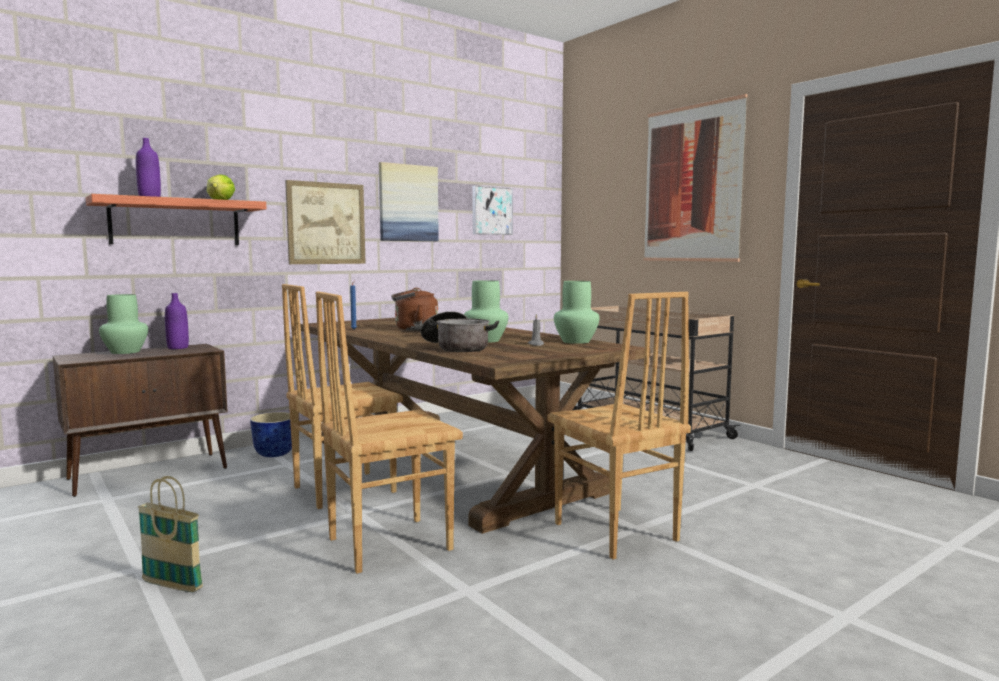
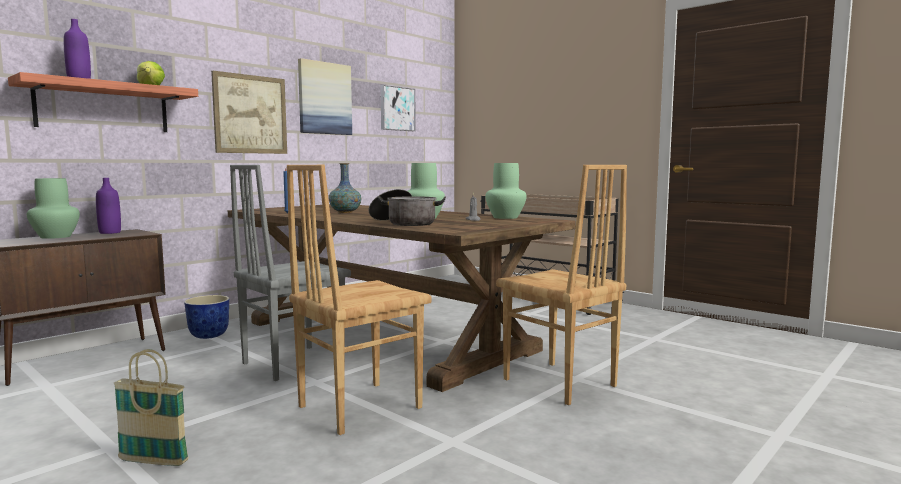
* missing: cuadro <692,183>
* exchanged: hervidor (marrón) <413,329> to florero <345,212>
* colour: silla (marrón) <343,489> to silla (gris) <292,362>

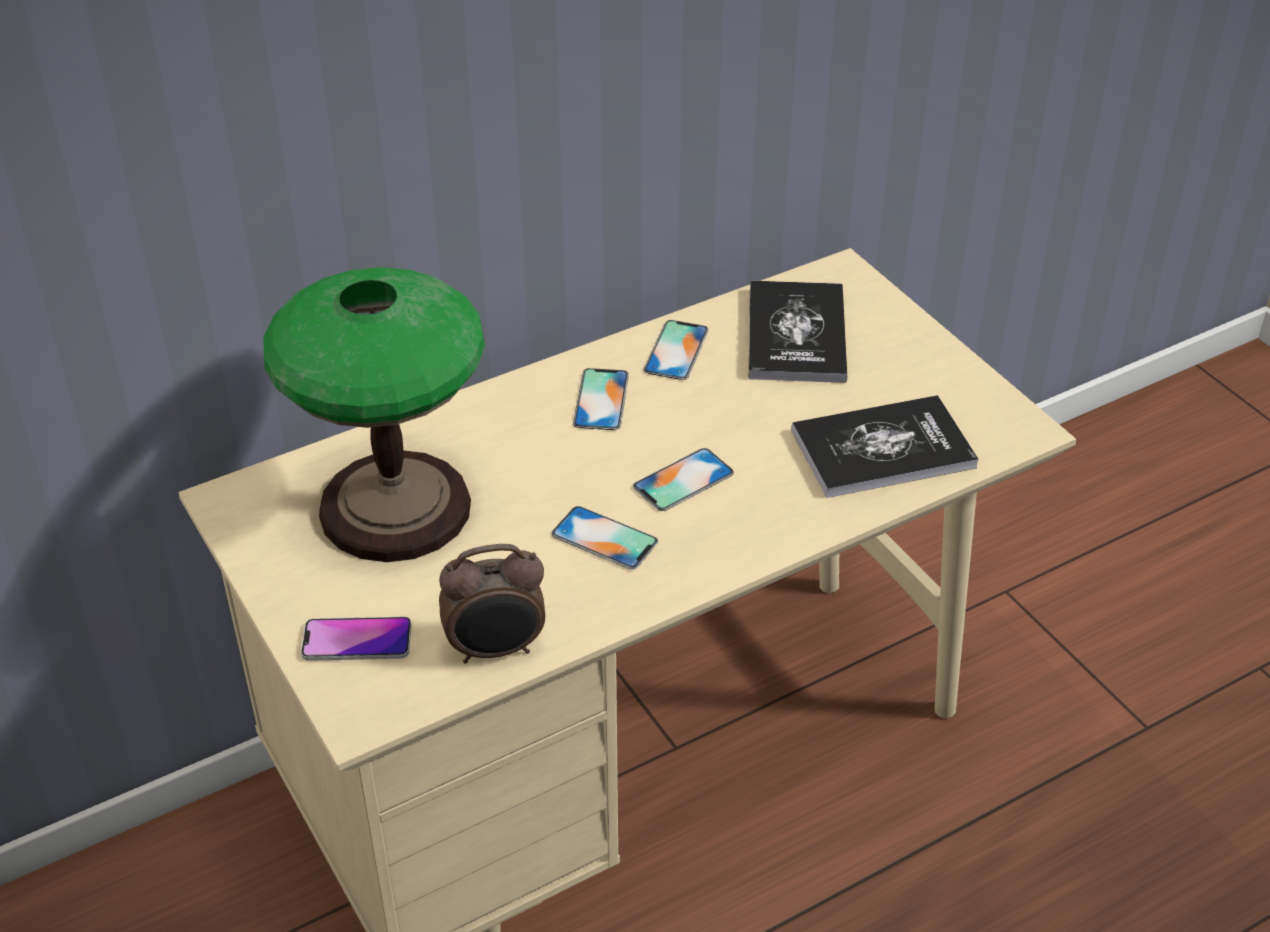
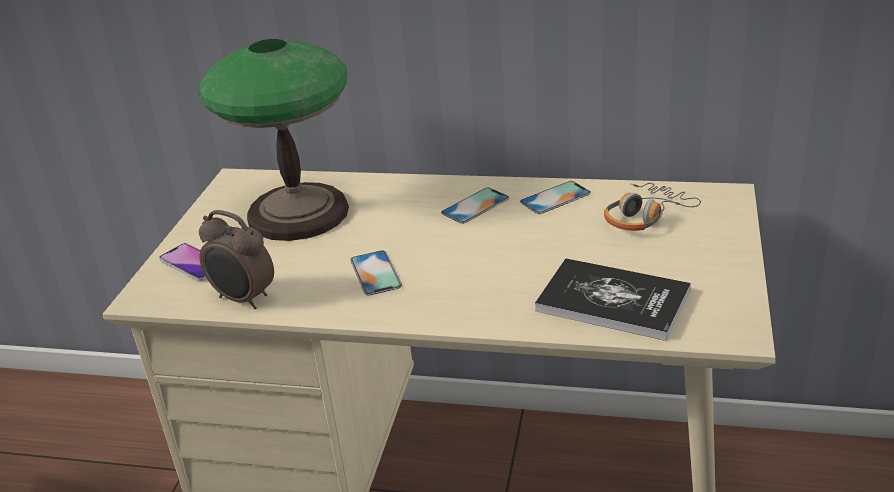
* missing: móvil <683,480>
* exchanged: libro <796,334> to auriculares <645,216>

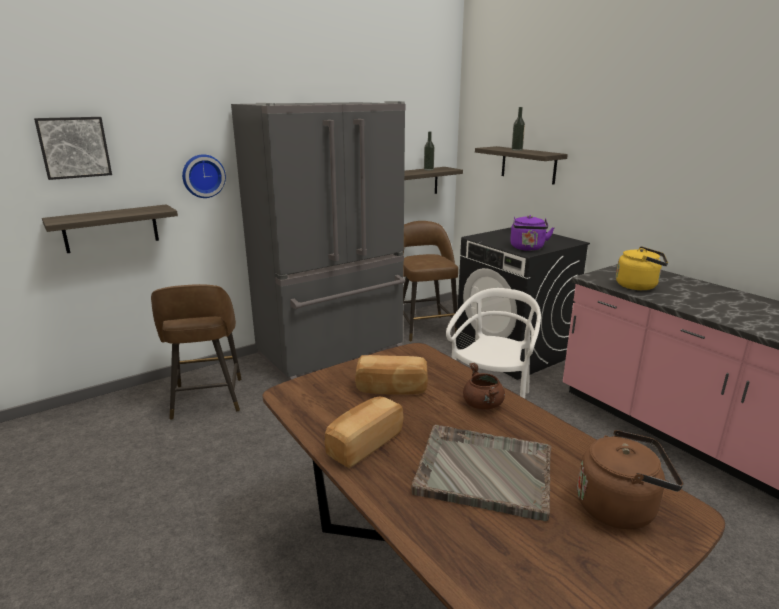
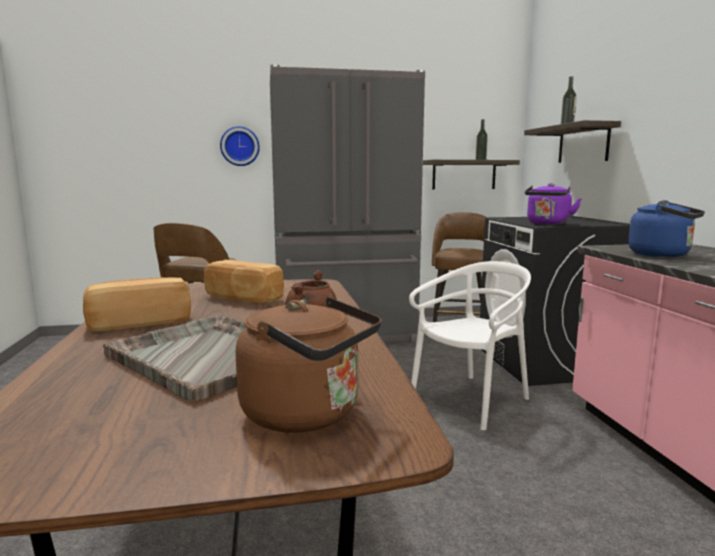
* missing: cuadro <74,147>
* missing: estante <111,228>
* colour: hervidor (amarillo) <639,286> to hervidor (azul) <663,255>

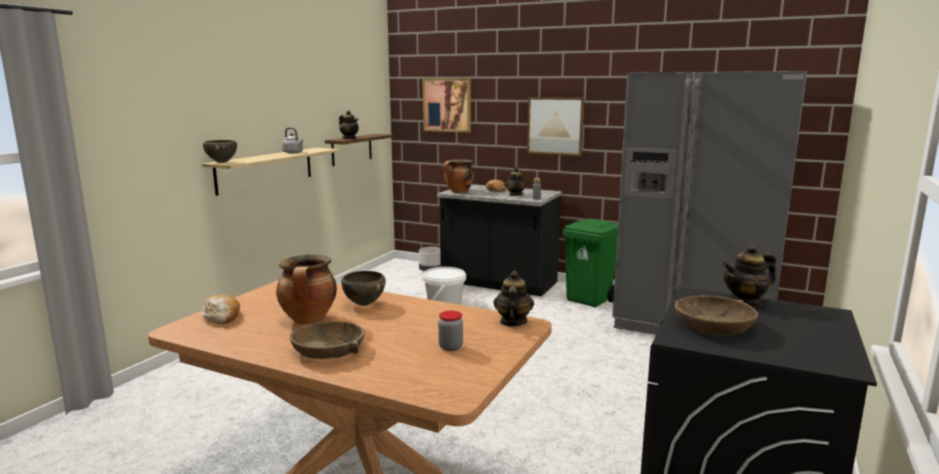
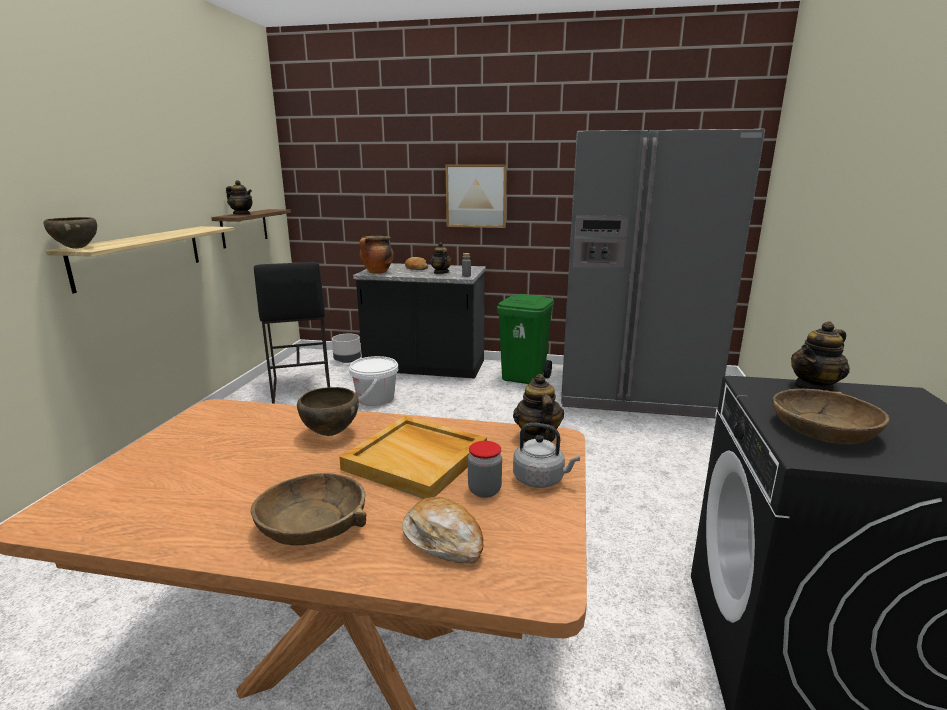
* missing: olla <309,320>
* missing: cuadro <447,105>
* appeared: taburete (negro) <300,388>
* appeared: bandeja (beis) <417,459>
* relocated: pan <222,316> to <444,540>
* relocated: hervidor (gris) <294,153> to <541,480>

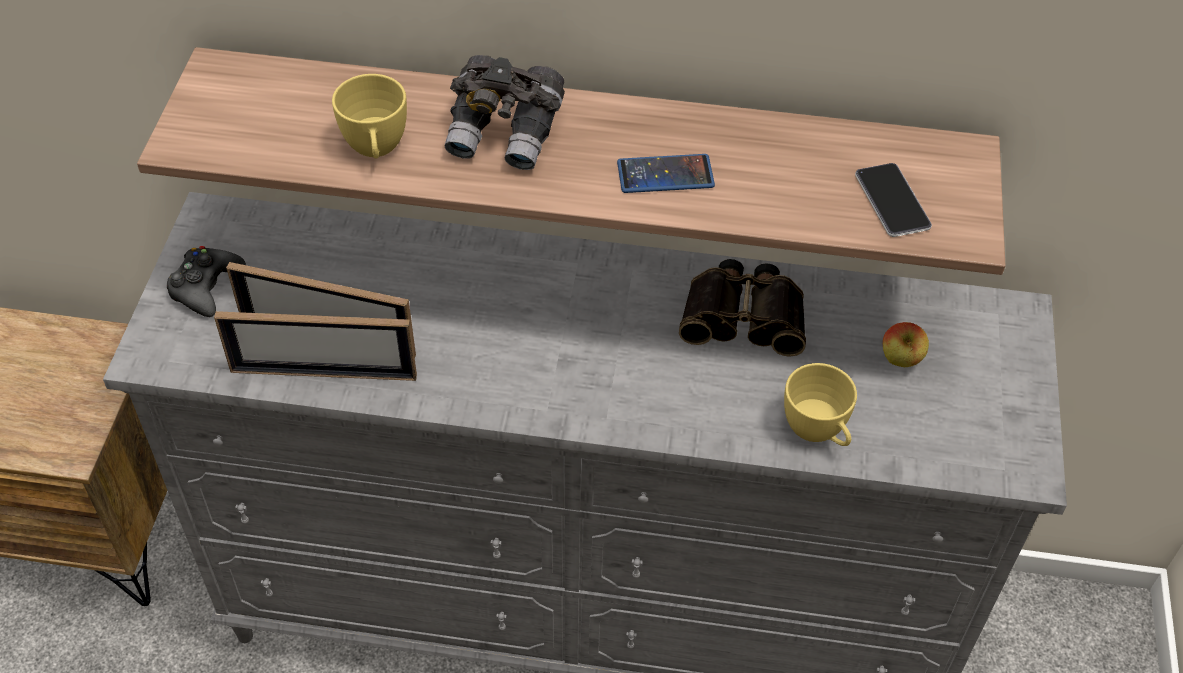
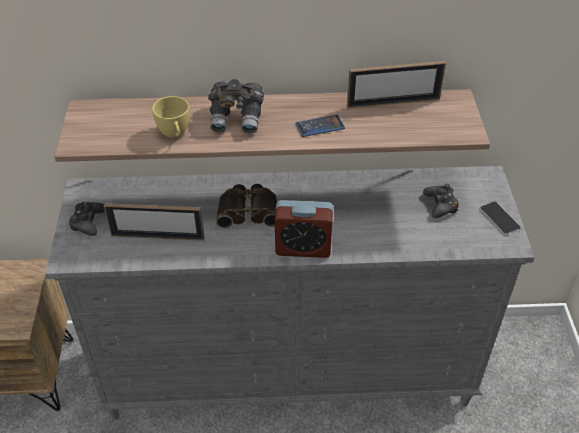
* missing: taza (amarillo) <818,432>
* appeared: despertador <303,247>
* relocated: portarretratos <323,373> to <393,102>
* relocated: prismáticos <744,315> to <248,211>
* relocated: móvil <892,201> to <499,219>
* exchanged: manzana <900,361> to mando de consola (negro) <440,205>

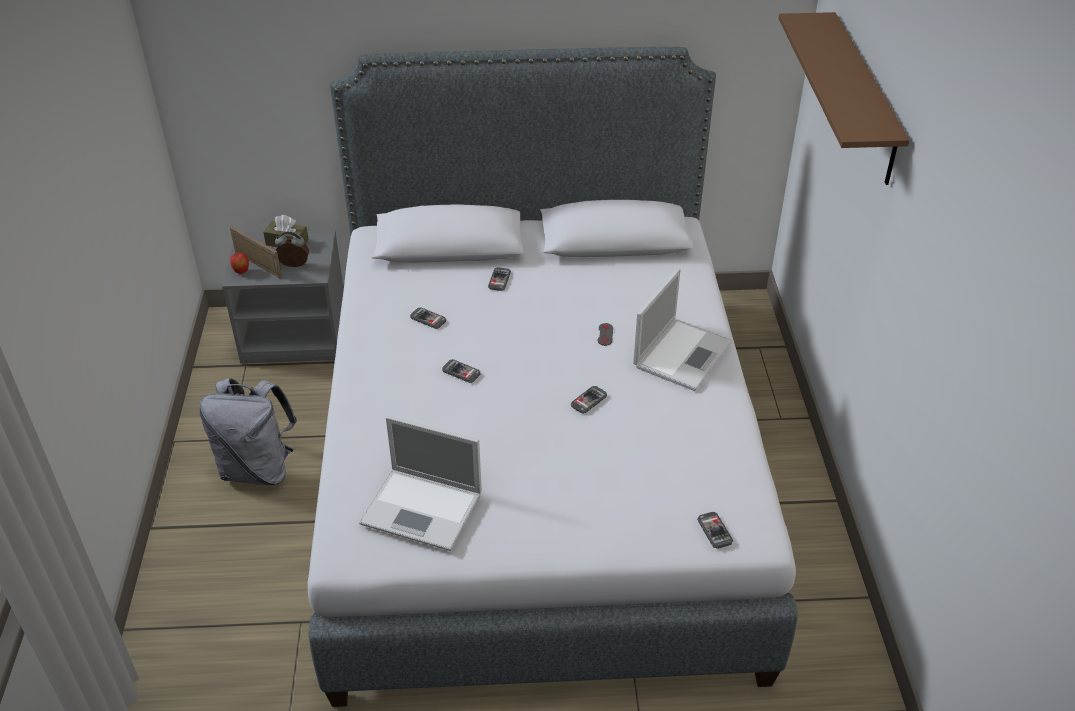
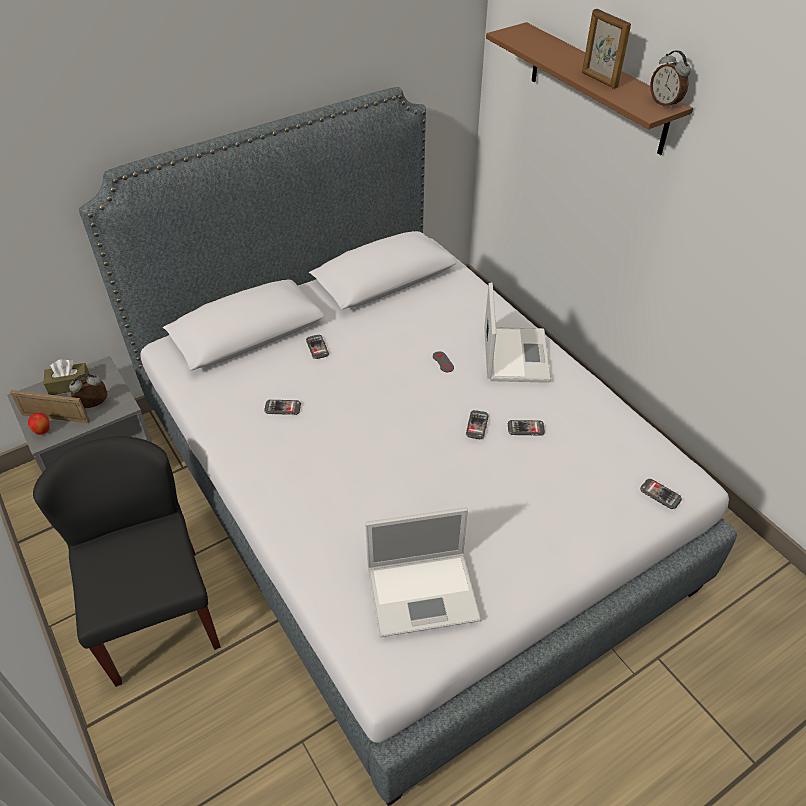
* appeared: portarretratos <599,80>
* appeared: despertador <665,103>
* relocated: móvil <461,372> to <525,428>
* exchanged: mochila (gris) <258,469> to silla (negro) <156,613>

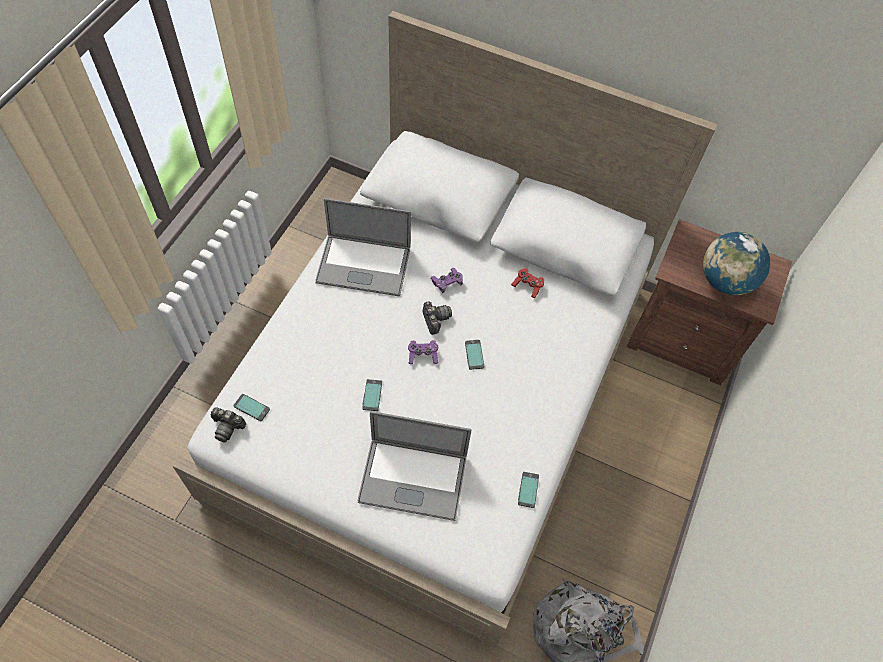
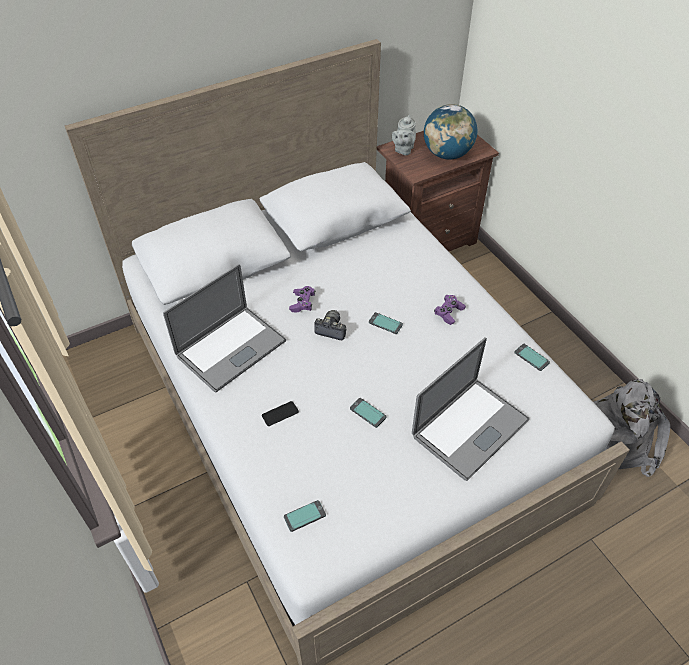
* missing: cámara <227,427>
* missing: mando de consola (rojo) <528,286>
* appeared: móvil <280,414>
* appeared: tetera (gris) <403,150>
* relocated: mando de consola (morado) <423,355> to <449,313>

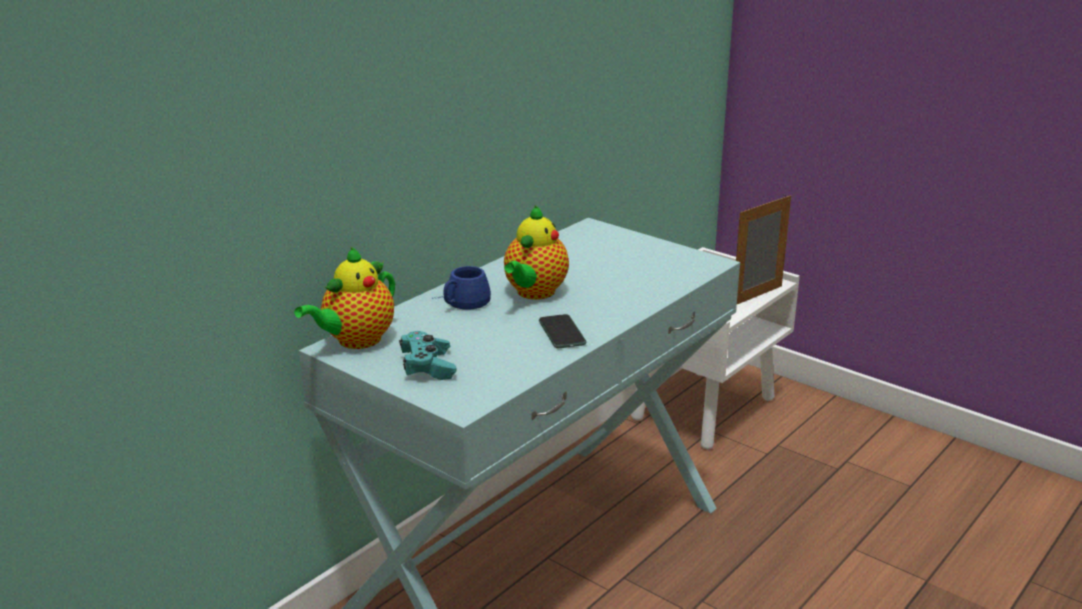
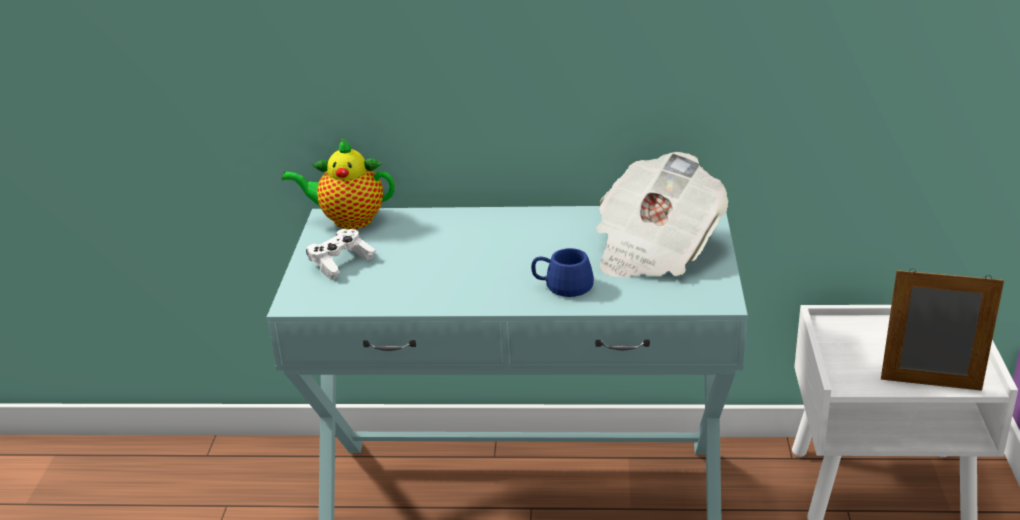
* missing: tetera <534,293>
* missing: móvil <562,333>
* appeared: periódico <654,249>
* relocated: taza grande (azul) <460,302> to <562,283>
* colour: mando de consola (turquesa) <427,367> to mando de consola (blanco) <341,263>

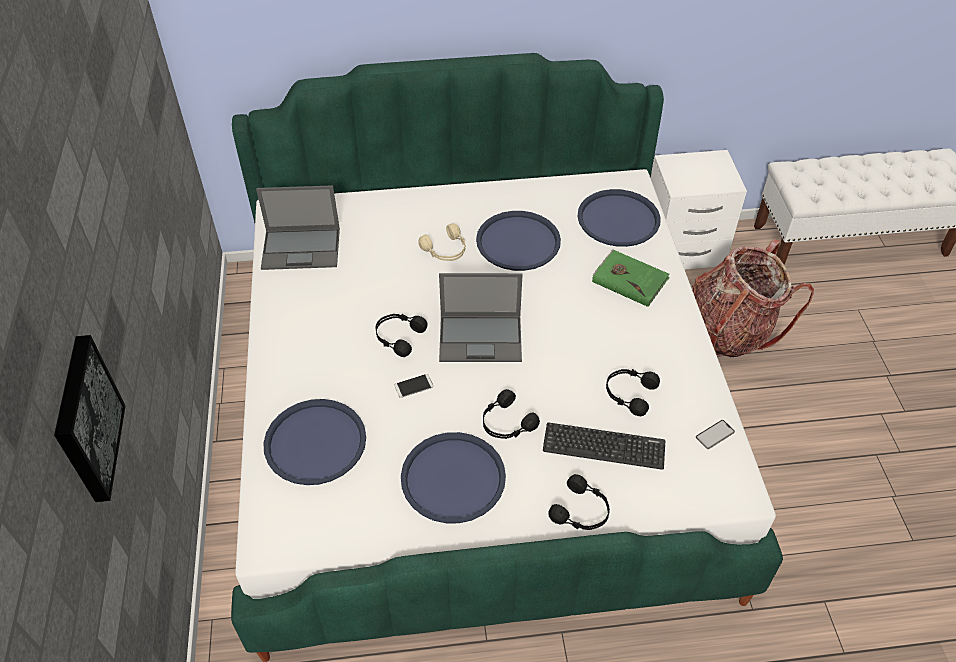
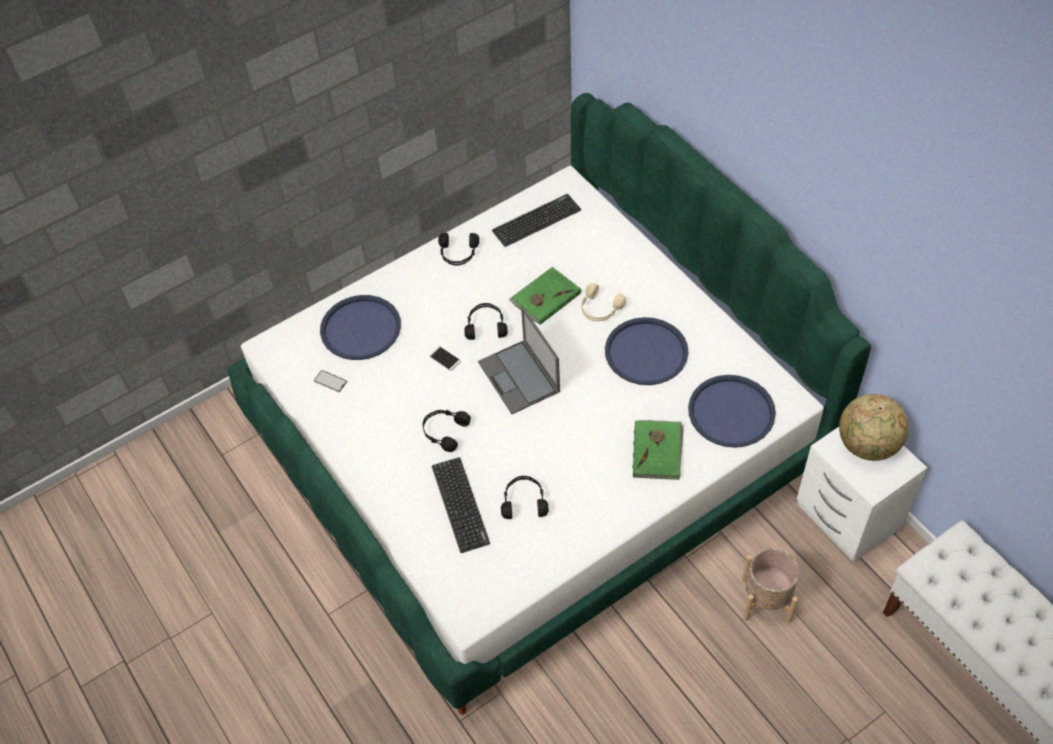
* missing: cuadro <85,419>
* missing: bandeja (azul) <453,478>
* appeared: libro (verde) <544,297>
* appeared: globo terráqueo <867,445>
* relocated: auriculares (negro) <581,511> to <458,254>
* relocated: móvil <715,434> to <330,381>
* exchanged: portátil <302,248> to teclado <536,220>
* exchanged: mochila <731,330> to maceta (beis) <766,599>

